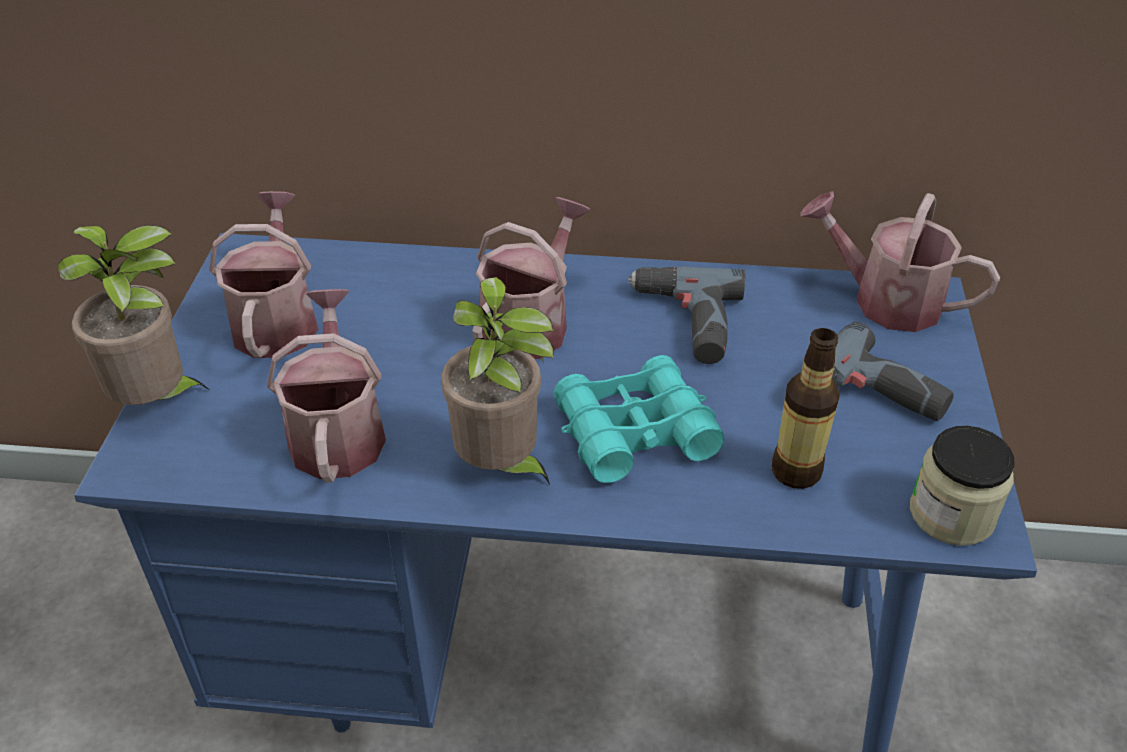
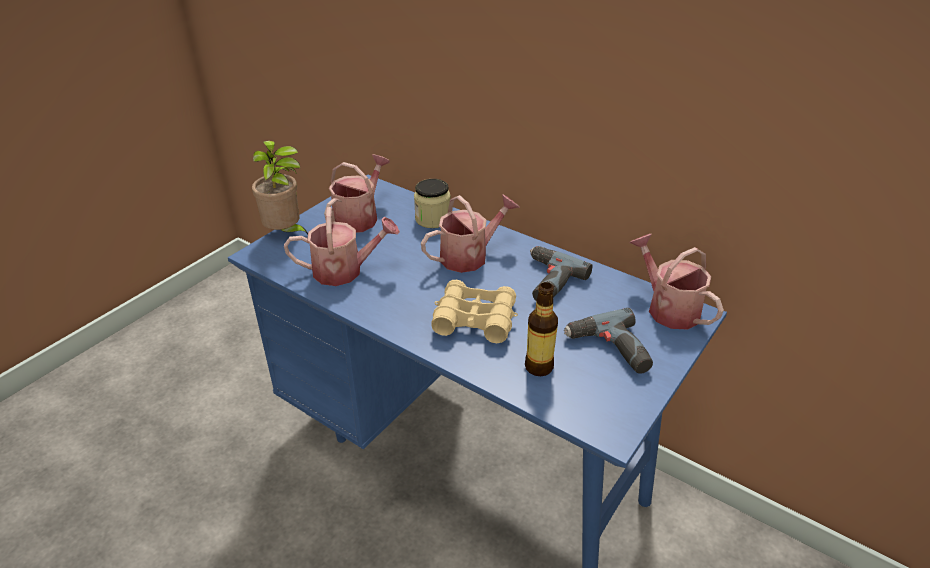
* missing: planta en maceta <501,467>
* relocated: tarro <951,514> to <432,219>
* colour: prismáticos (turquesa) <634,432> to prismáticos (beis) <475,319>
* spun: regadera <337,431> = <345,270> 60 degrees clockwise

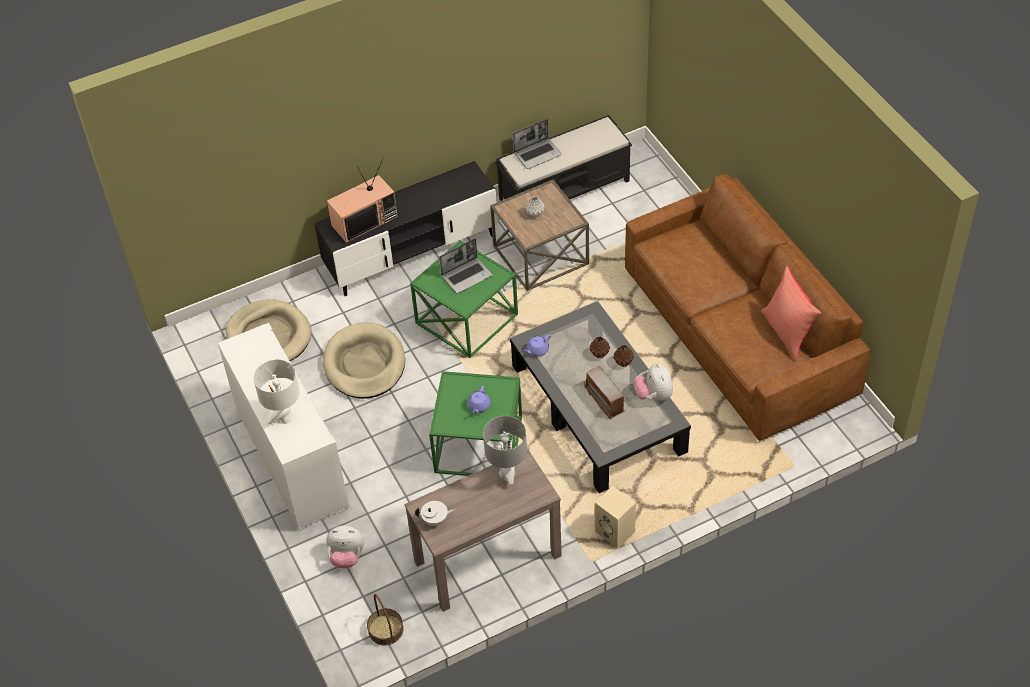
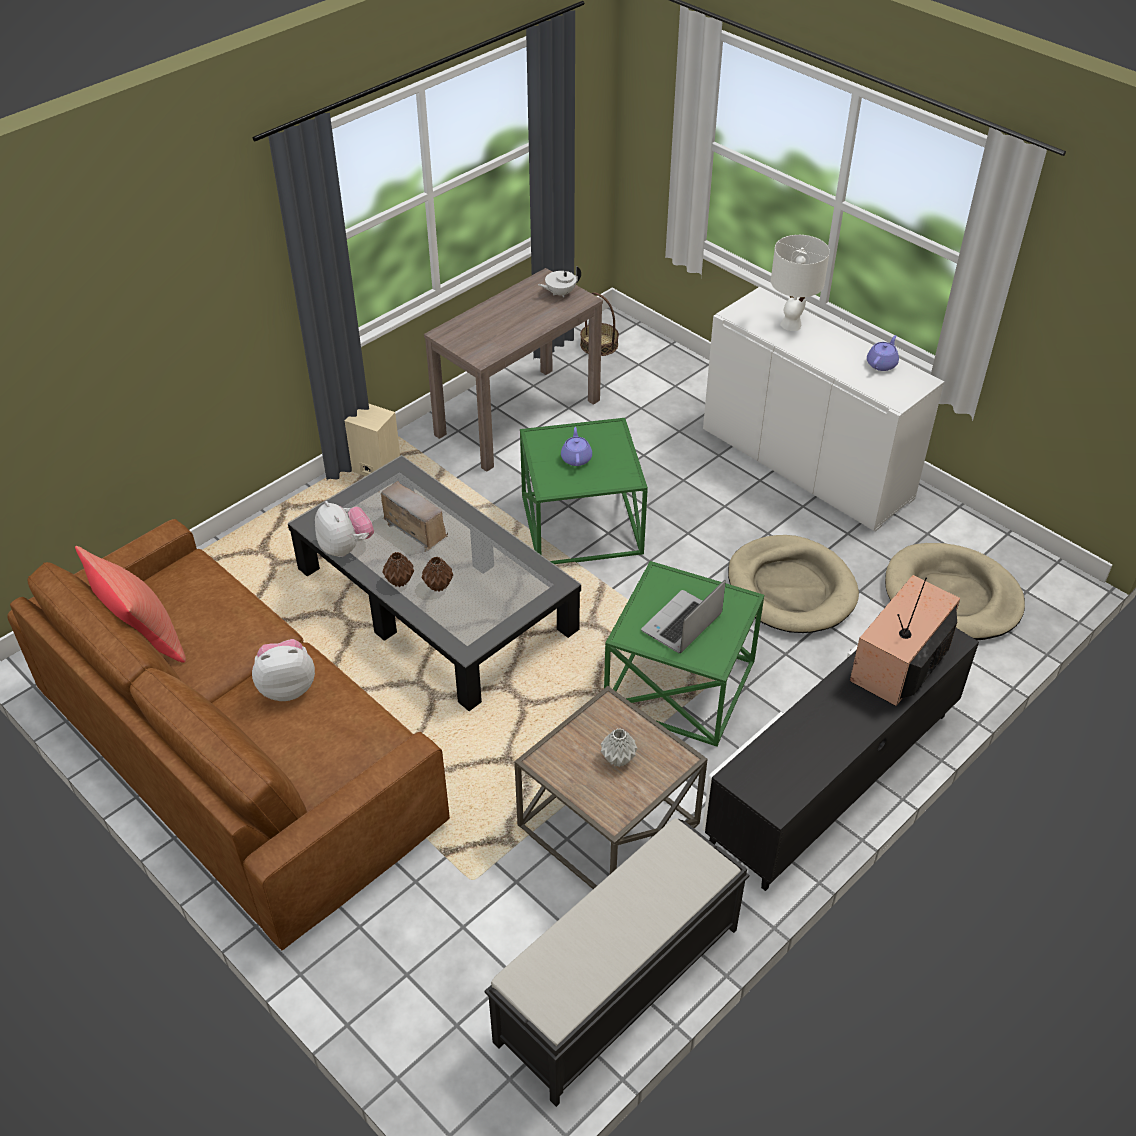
* missing: lámpara de mesa (gris) <507,474>
* missing: portátil <538,154>
* relocated: peluche <347,557> to <287,687>
* relocated: tetera (morado) <537,350> to <882,364>

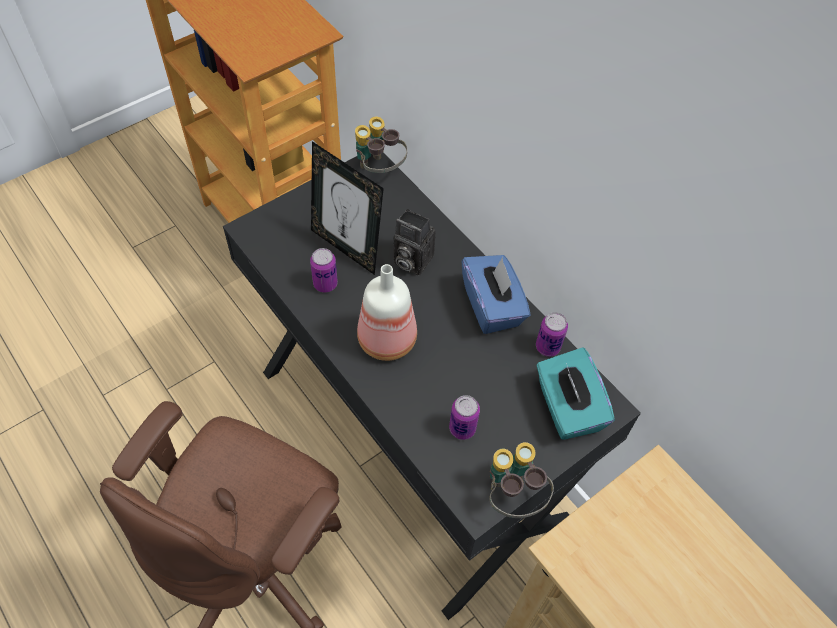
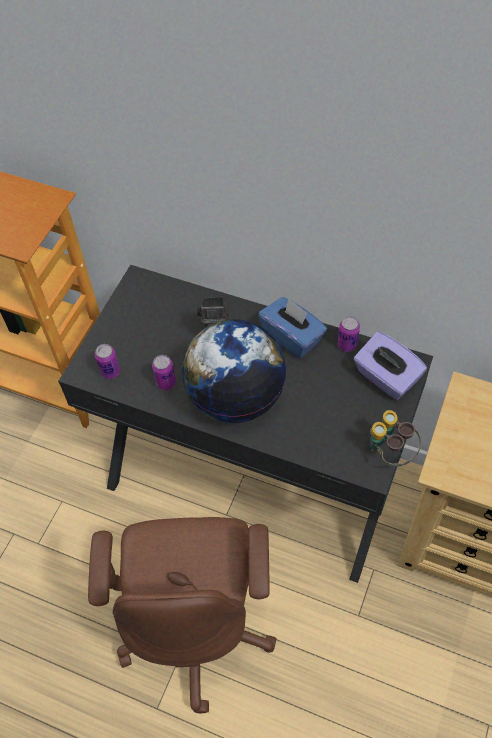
* missing: portarretratos <347,247>
* missing: prismáticos <379,169>
* relocated: lata <462,428> to <110,371>
* exchanged: botella <386,338> to globo terráqueo <236,397>
* colour: caja de pañuelos (turquesa) <567,408> to caja de pañuelos (morado) <386,378>

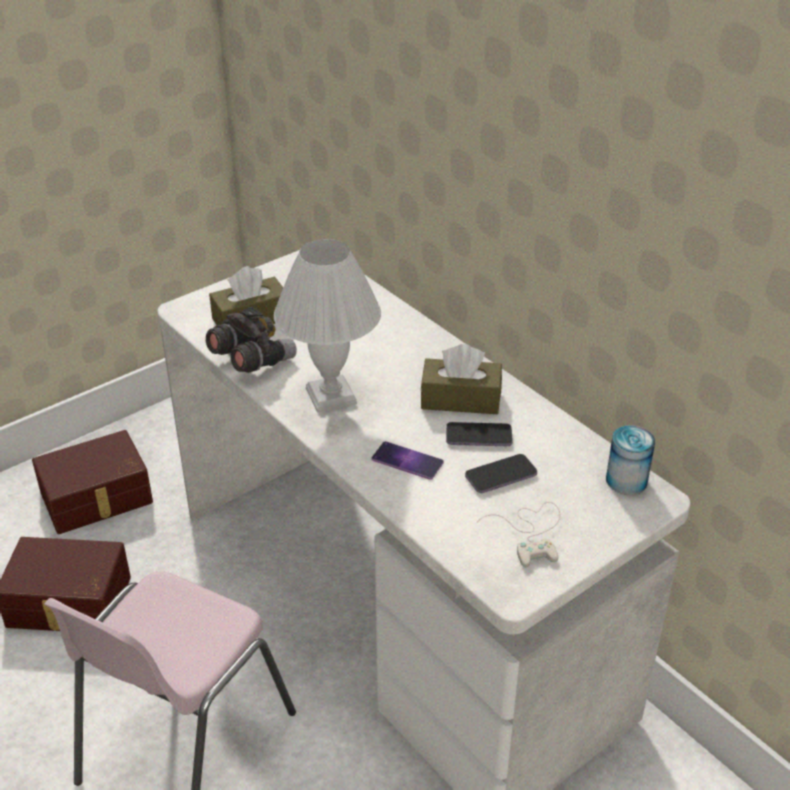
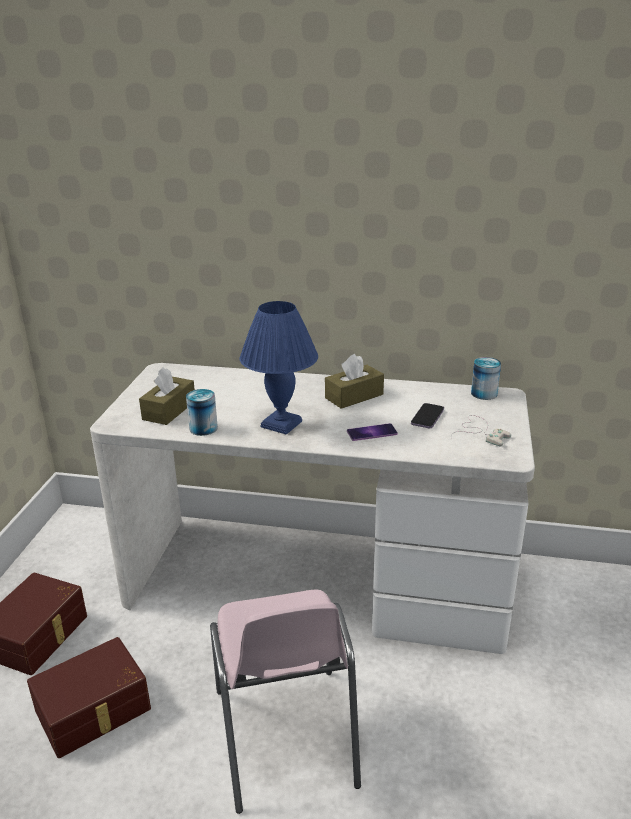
* missing: móvil <478,436>
* exchanged: prismáticos (gris) <251,360> to lata <203,428>
* colour: lámpara de mesa (blanco) <330,397> to lámpara de mesa (azul) <281,424>

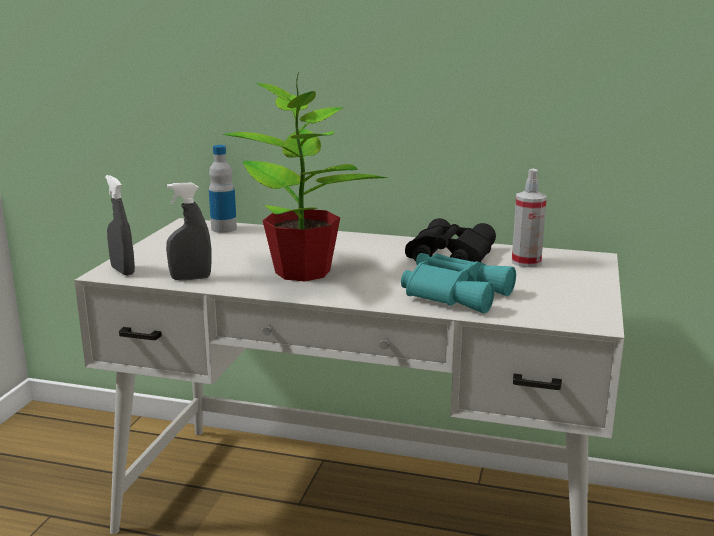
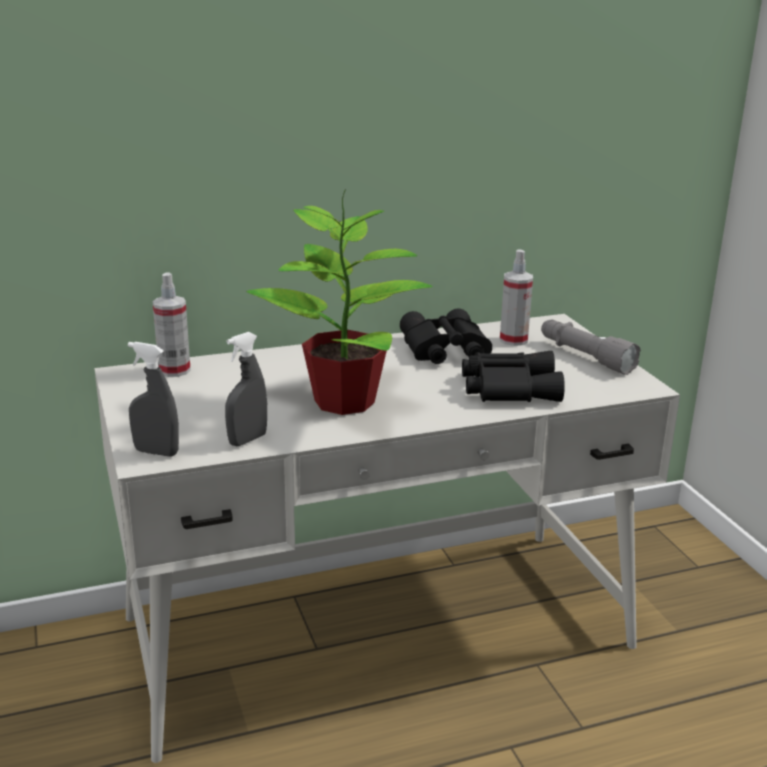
* appeared: linterna (gris) <584,357>
* exchanged: botella <224,229> to pulverizador <174,370>
* colour: prismáticos (turquesa) <455,293> to prismáticos (negro) <508,387>

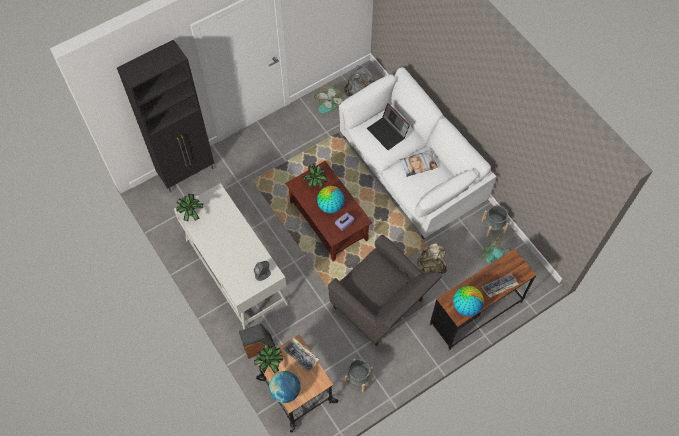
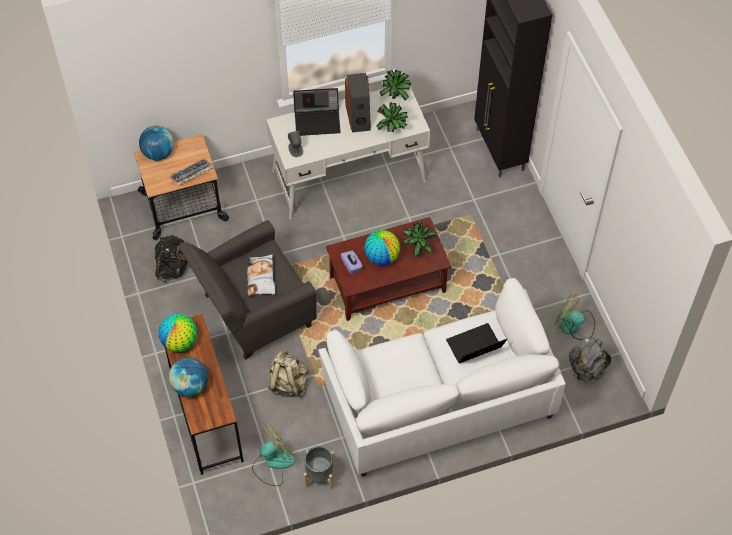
* appeared: portátil <318,120>
* relocated: altavoz <258,345> to <359,116>
* relocated: planta en maceta <270,363> to <392,131>
* relocated: cojín <418,164> to <261,277>
* exchanged: maceta (gris) <358,378> to mochila (negro) <173,268>
* exchanged: teclado <499,287> to globo terráqueo <190,385>

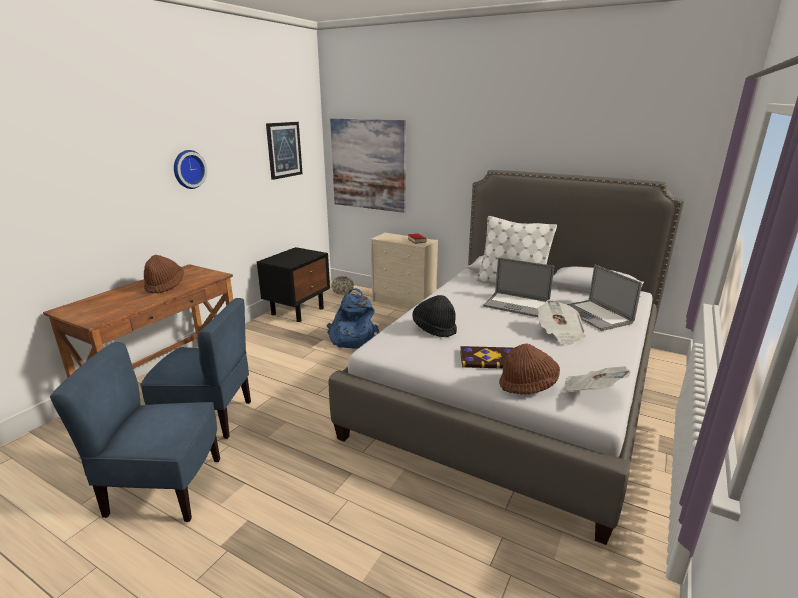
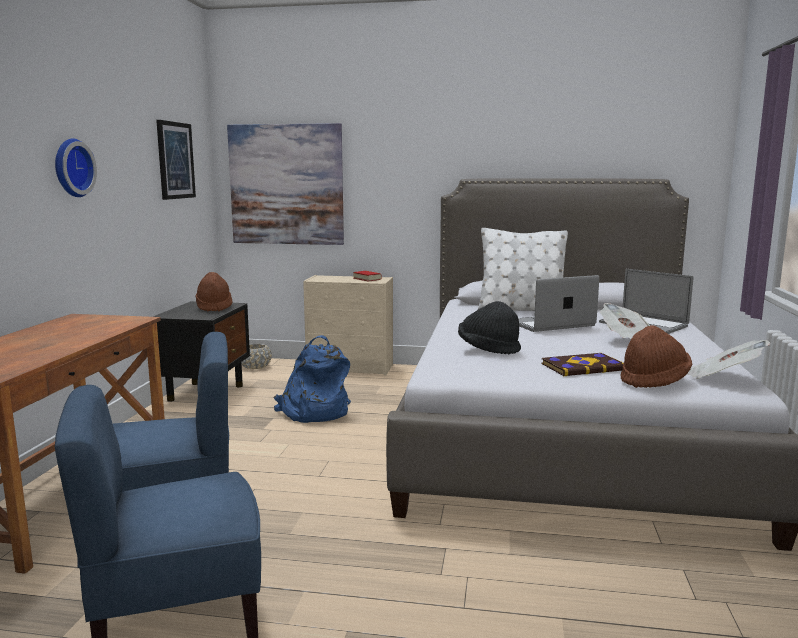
* relocated: sombrero (marrón) <165,286> to <214,307>
* spun: portátil <516,305> = <551,324> 150 degrees clockwise

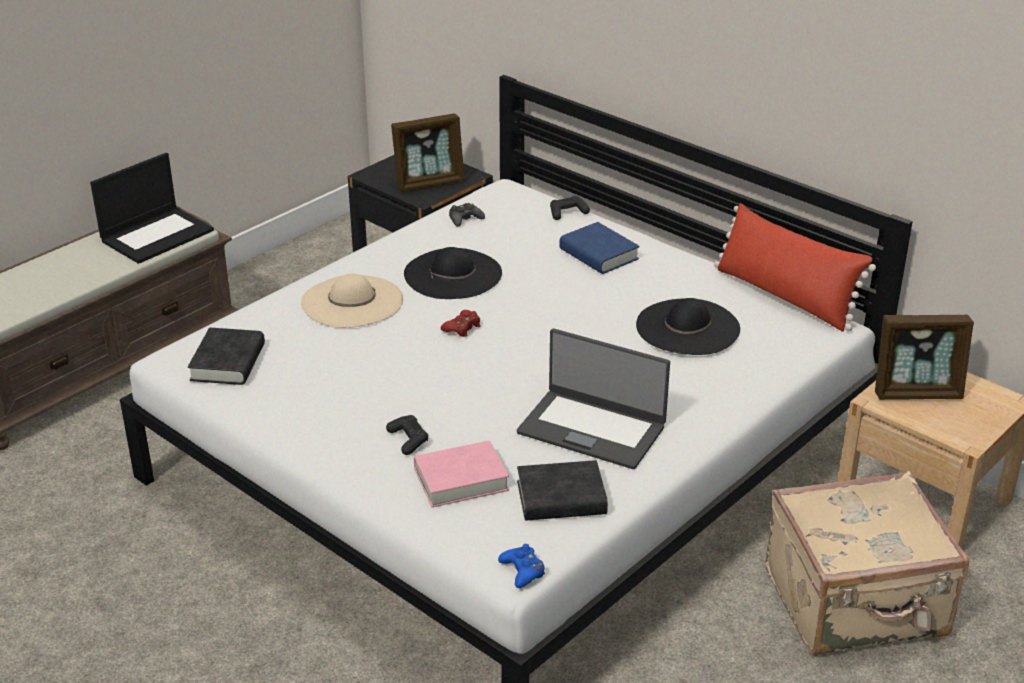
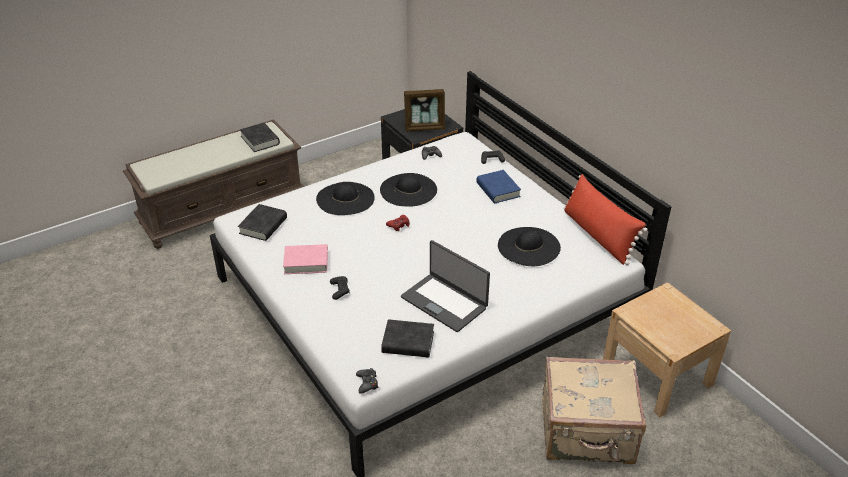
* missing: portarretratos <917,393>
* relocated: libro (rosa) <461,480> to <306,262>
* exchanged: portátil <157,235> to libro (negro) <260,140>
* colour: sombrero (beis) <352,301> to sombrero (negro) <345,198>
* colour: mando de consola (azul) <523,571> to mando de consola (negro) <367,383>

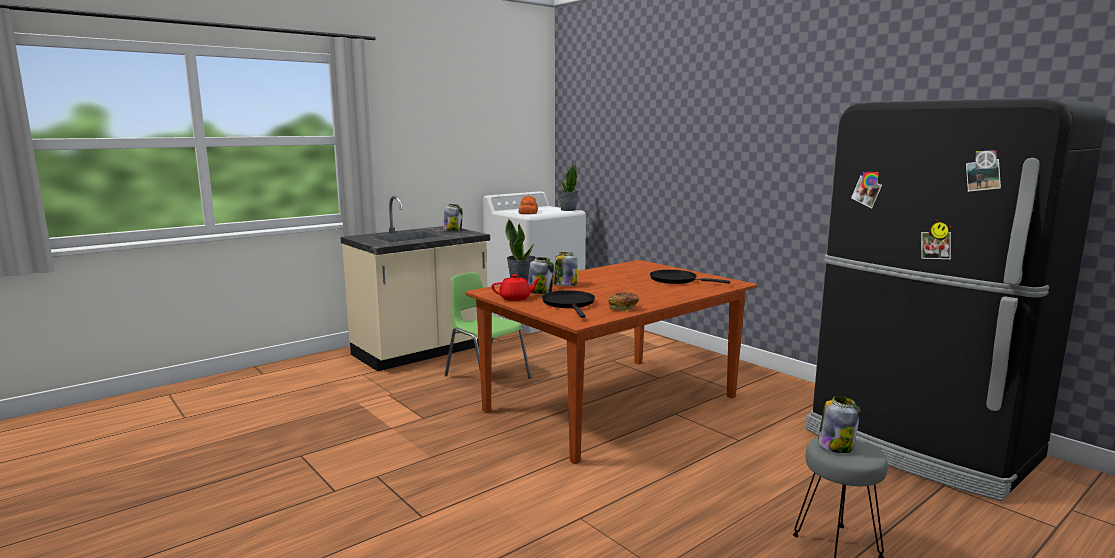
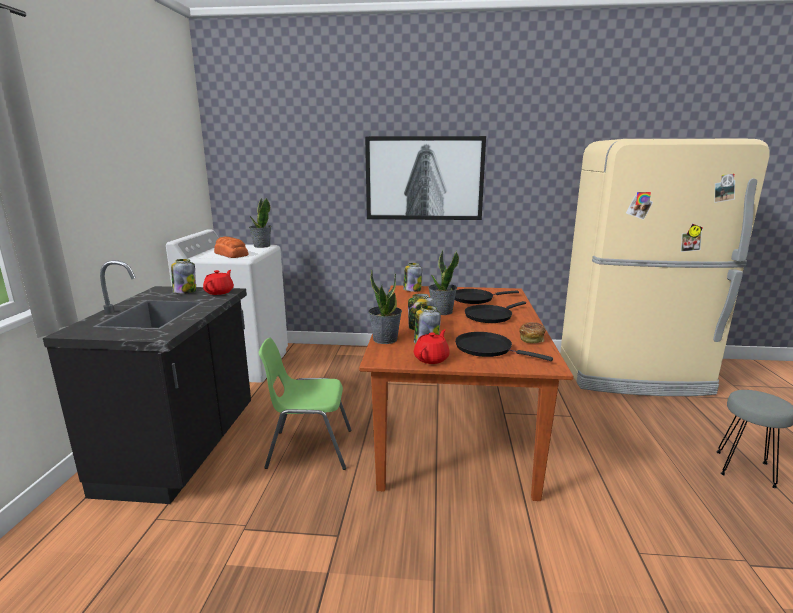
* appeared: tetera (rojo) <219,292>
* appeared: cuadro <424,178>
* appeared: planta en maceta <442,312>
* appeared: sartén (negro) <490,316>
* relocated: tarro <836,446> to <412,290>
* colour: mueble bajo de cocina (beis) <421,352> to mueble bajo de cocina (negro) <183,451>
* colour: nevera (negro) <919,445> to nevera (beis) <633,374>

